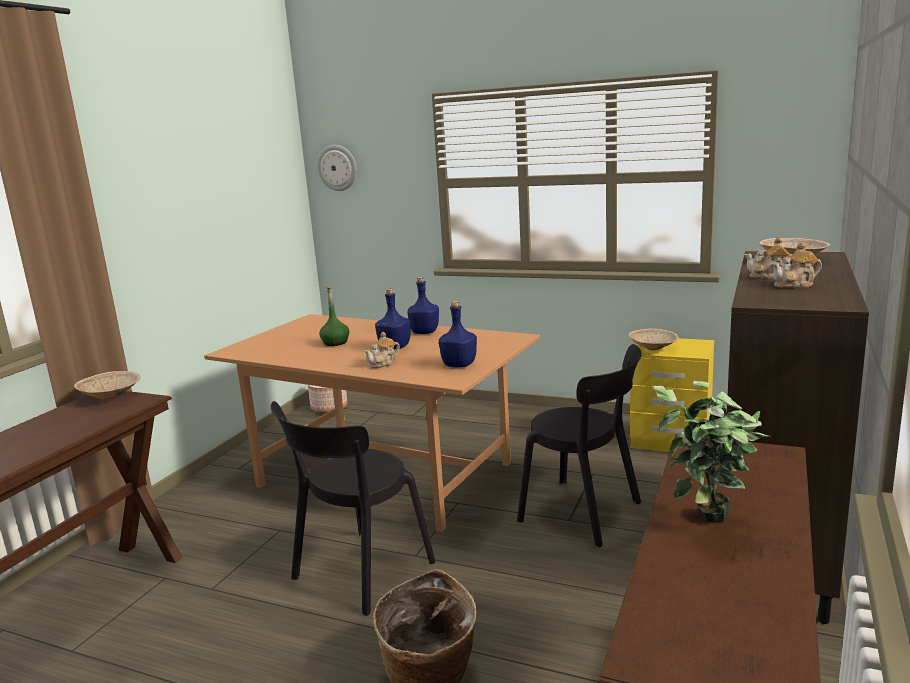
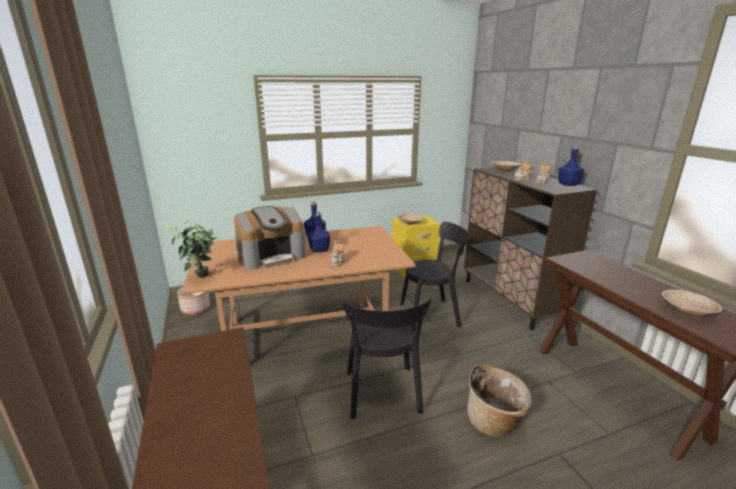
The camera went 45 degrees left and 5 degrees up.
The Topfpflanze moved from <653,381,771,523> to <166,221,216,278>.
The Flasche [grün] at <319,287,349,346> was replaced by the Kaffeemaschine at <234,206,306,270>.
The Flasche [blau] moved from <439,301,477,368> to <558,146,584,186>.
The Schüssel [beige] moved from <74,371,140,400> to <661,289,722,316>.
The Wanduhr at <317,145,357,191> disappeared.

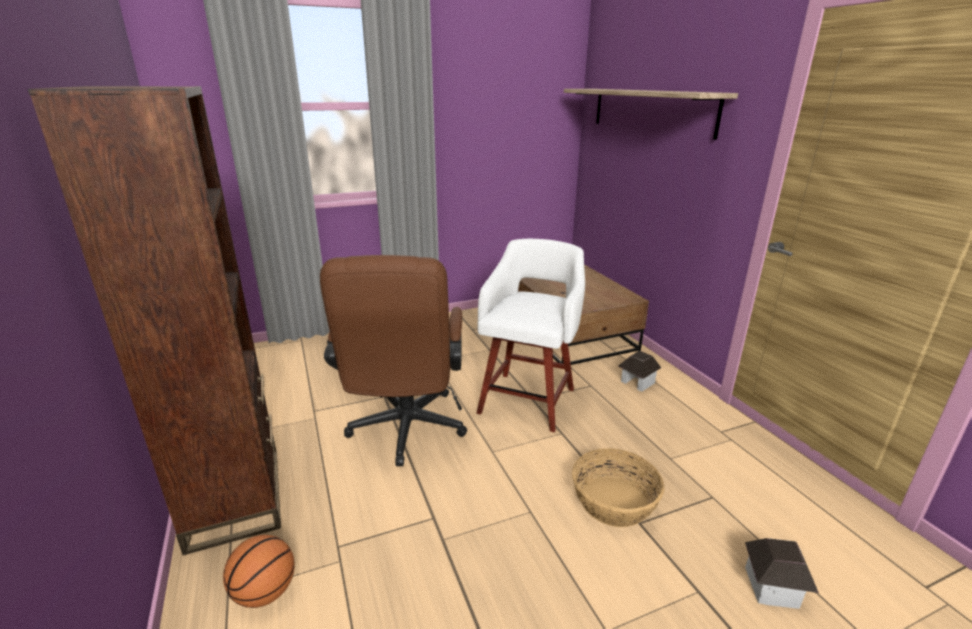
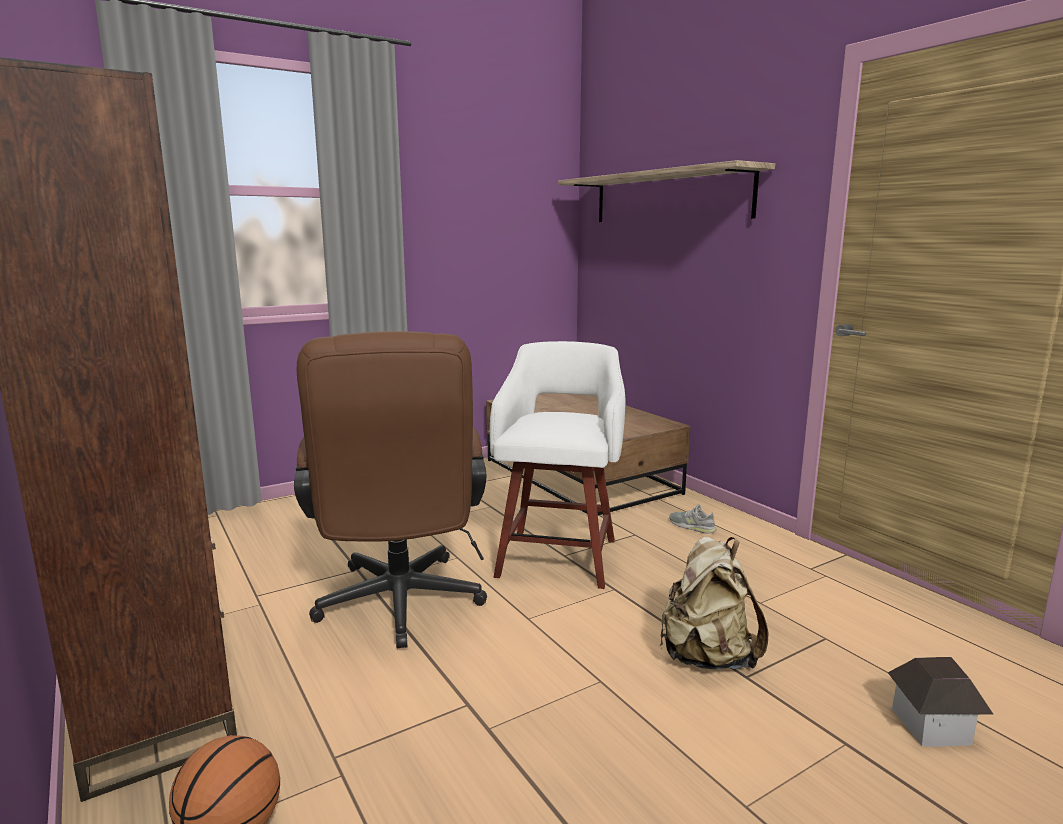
The camera went 10 degrees left and 10 degrees down.
The Korb at <572,448,664,527> was replaced by the Rucksack [beige] at <660,537,769,669>.
The Spielzeughaus at <618,351,661,392> was replaced by the Schuh [grau] at <669,504,717,534>.

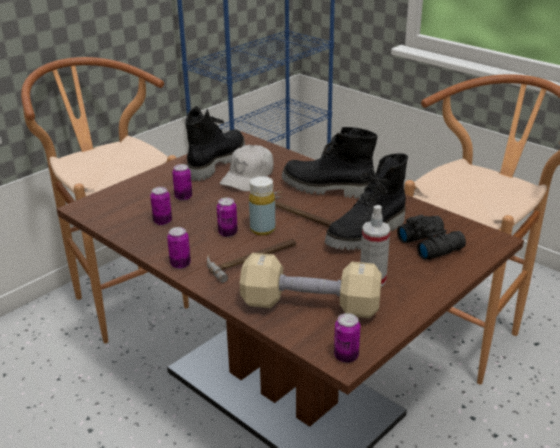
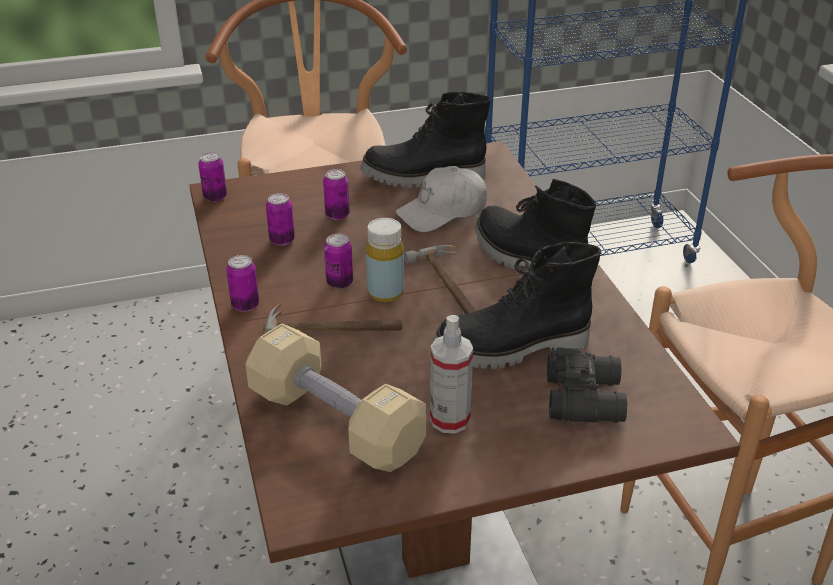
The camera went 30 degrees right and 5 degrees up.
The Dose moved from <334,313,361,363> to <198,152,227,202>.
The Stiefel [schwarz] at <185,106,245,181> turned 150 degrees counterclockwise.

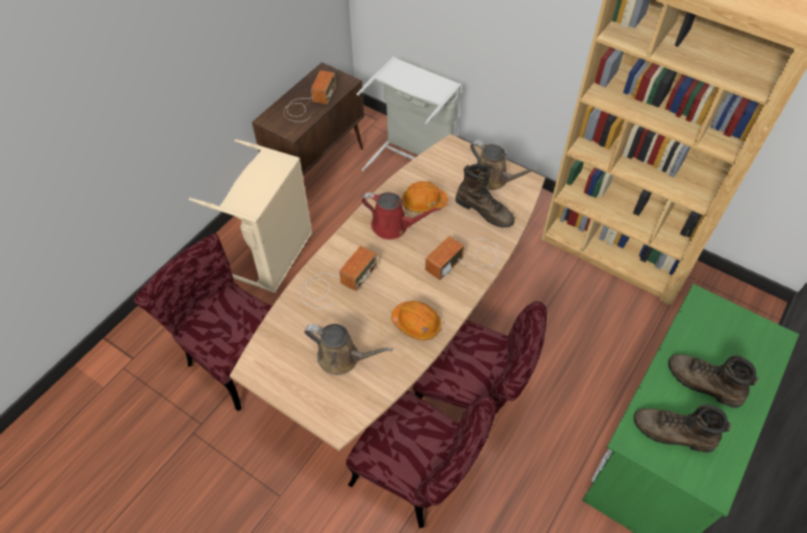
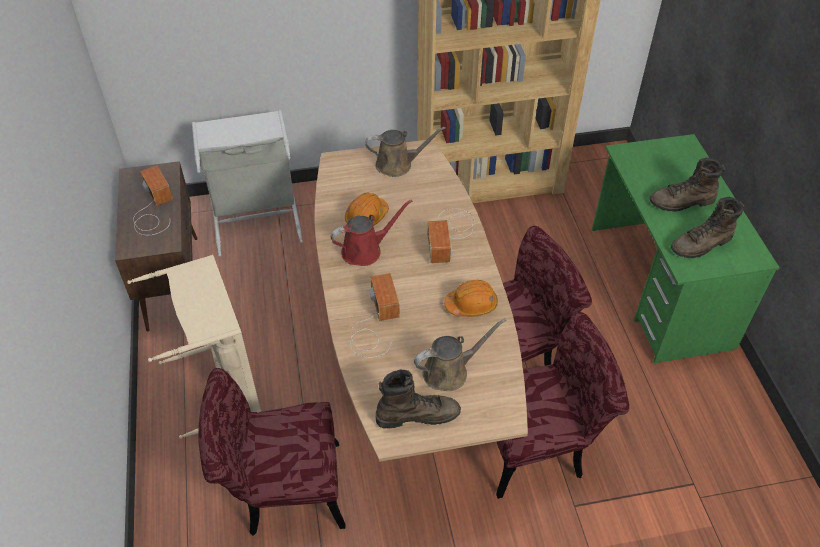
The camera went 45 degrees left and 5 degrees down.
The Stiefel [braun] moved from <455,164,515,228> to <376,370,461,429>.

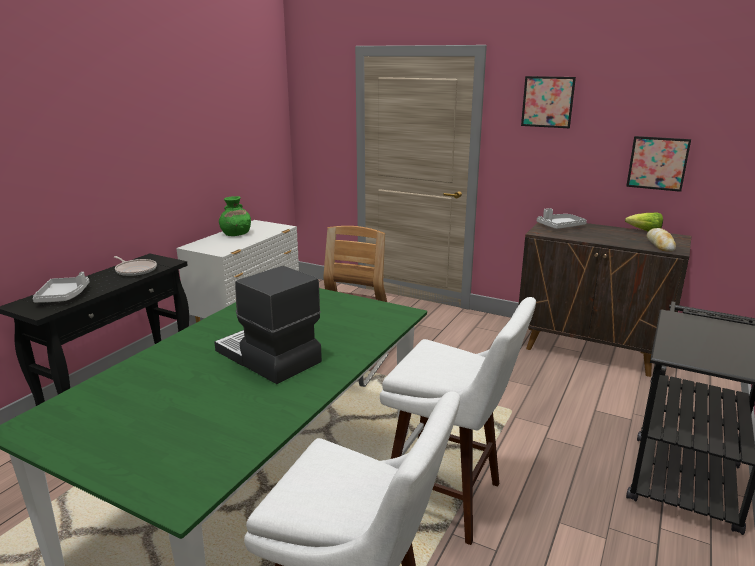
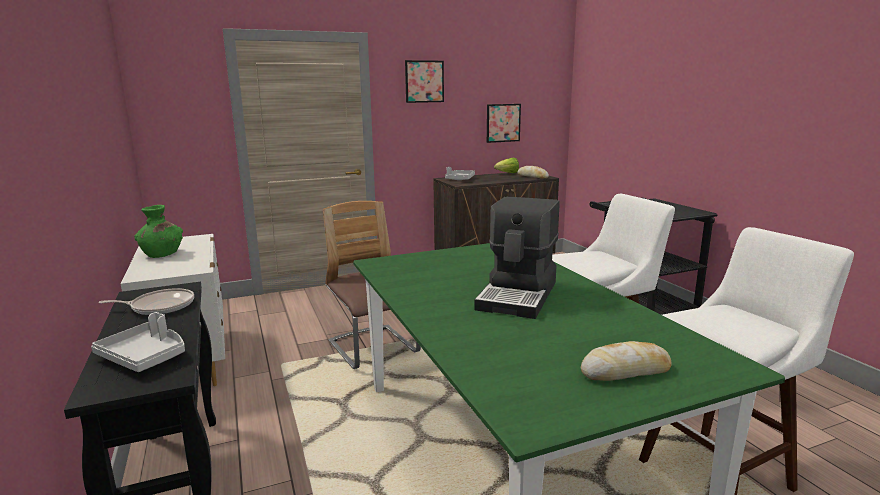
The camera went 50 degrees left and 5 degrees down.
The Kaffeemaschine at <214,266,322,384> turned 60 degrees counterclockwise.
The Brot at <581,341,671,381> appeared.

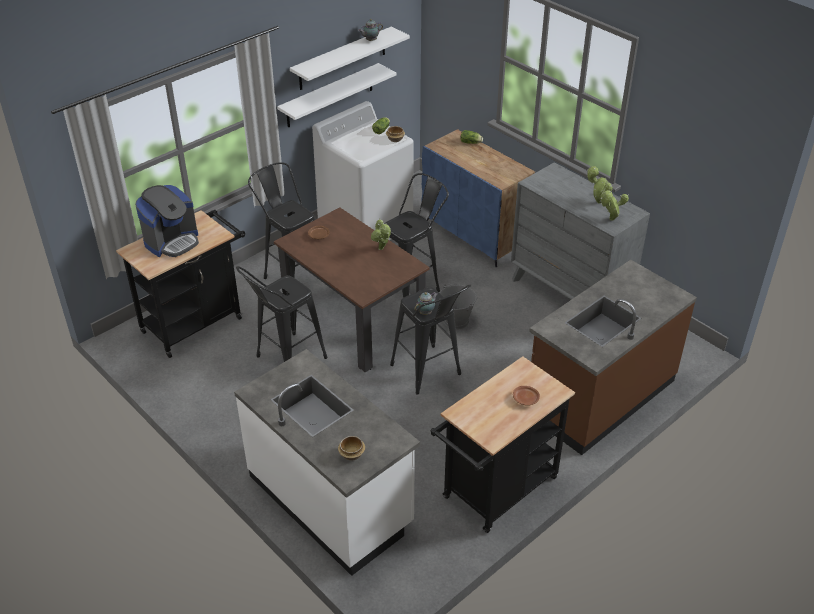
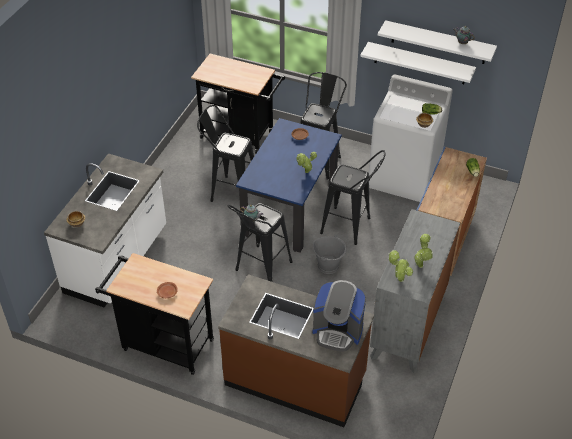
The camera went 65 degrees right and 5 degrees up.
The Esstisch [braun] at <274,207,430,372> became the Esstisch [blau] at <236,118,342,253>.
The Kaffeemaschine moved from <135,185,199,257> to <313,280,366,352>.

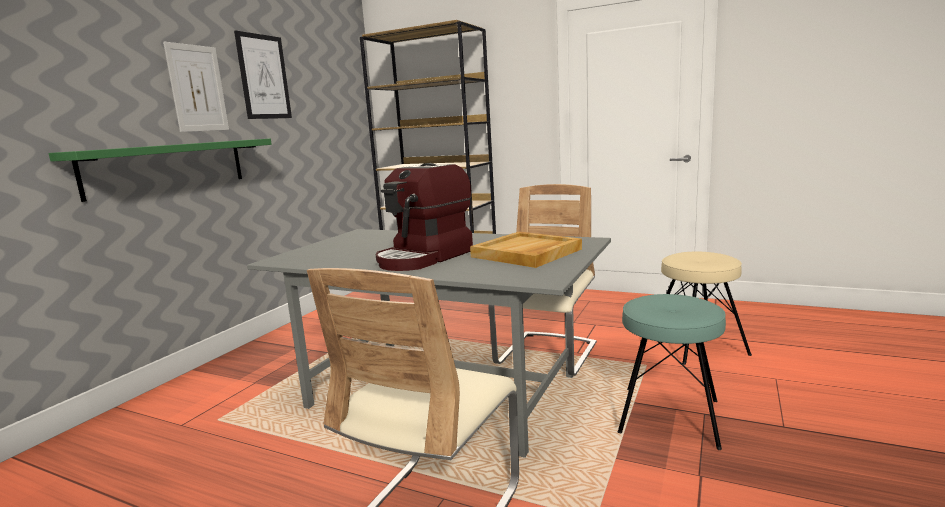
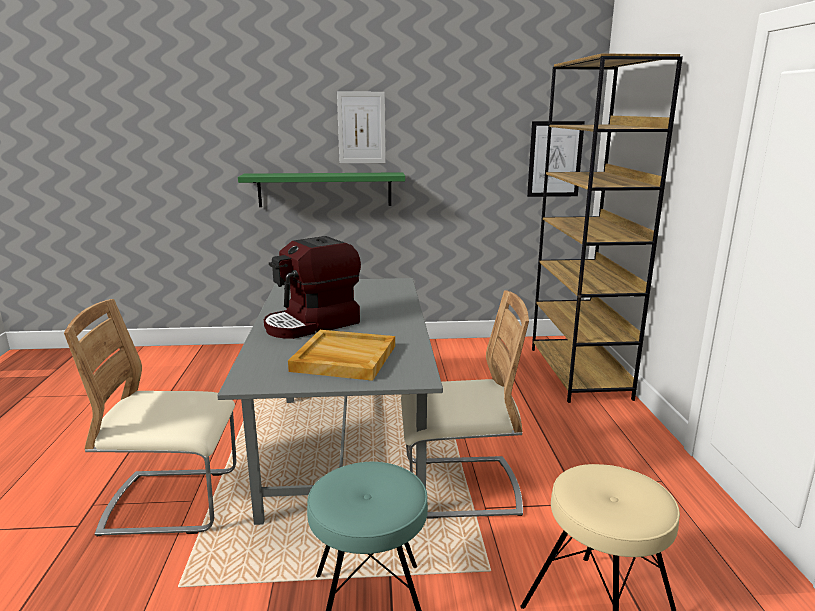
The camera went 60 degrees right and 5 degrees up.
The Kaffeemaschine at <376,163,473,271> turned 45 degrees counterclockwise.
The Bild moved from <234,31,292,119> to <527,121,585,197>.

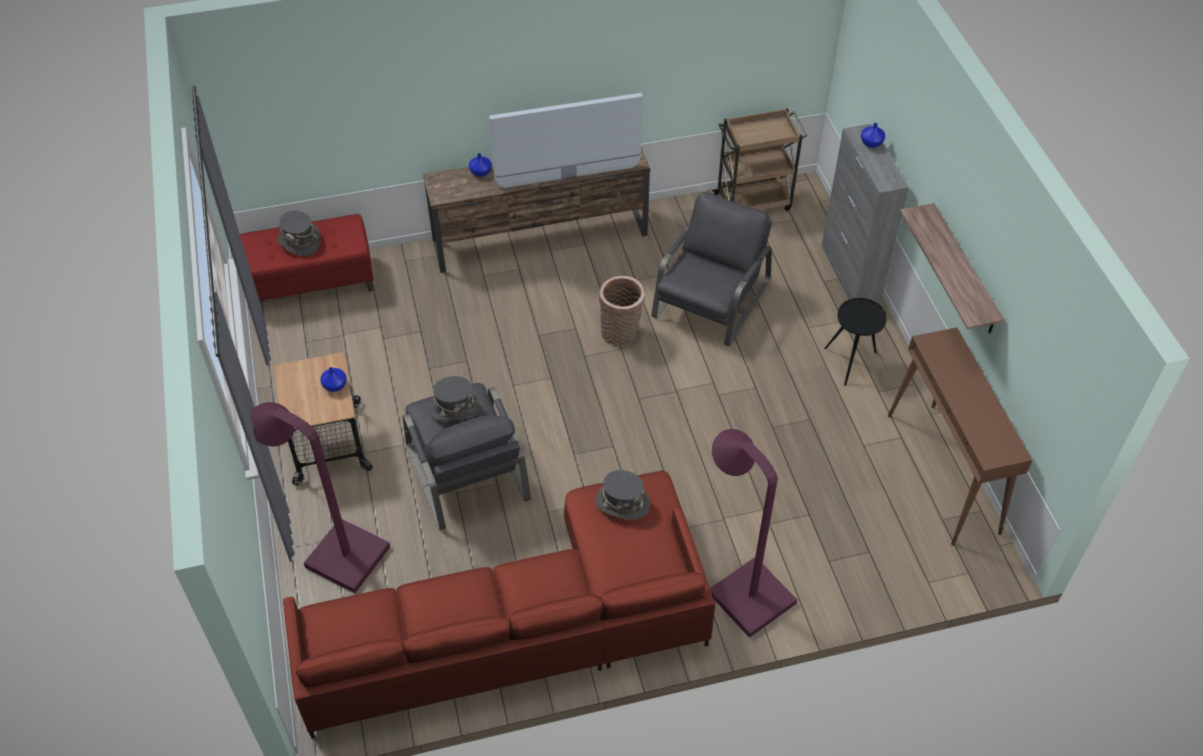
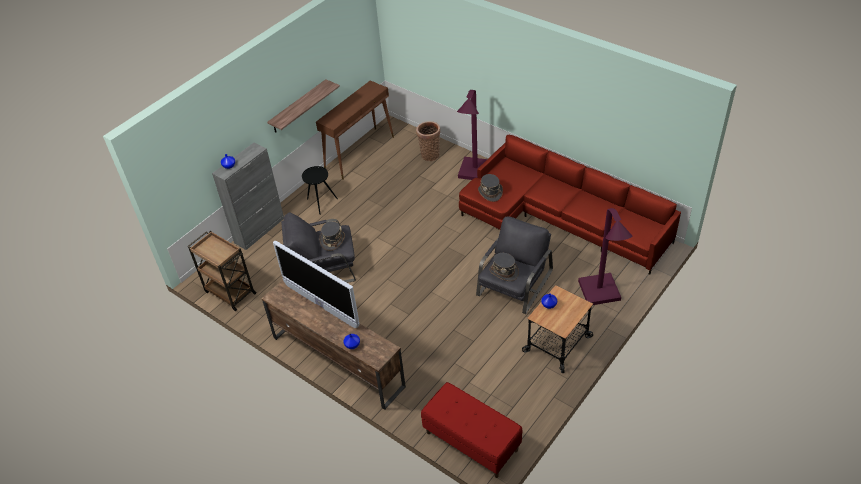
The camera went 125 degrees left and 5 degrees down.
The Hut [grau] moved from <277,210,321,256> to <319,221,345,251>.
The Korb moved from <599,276,645,346> to <416,121,440,161>.

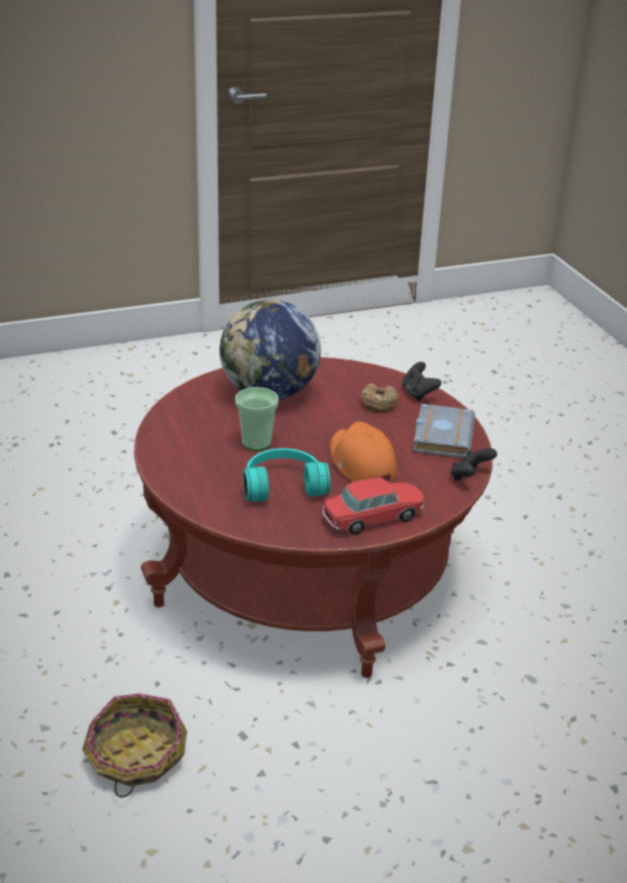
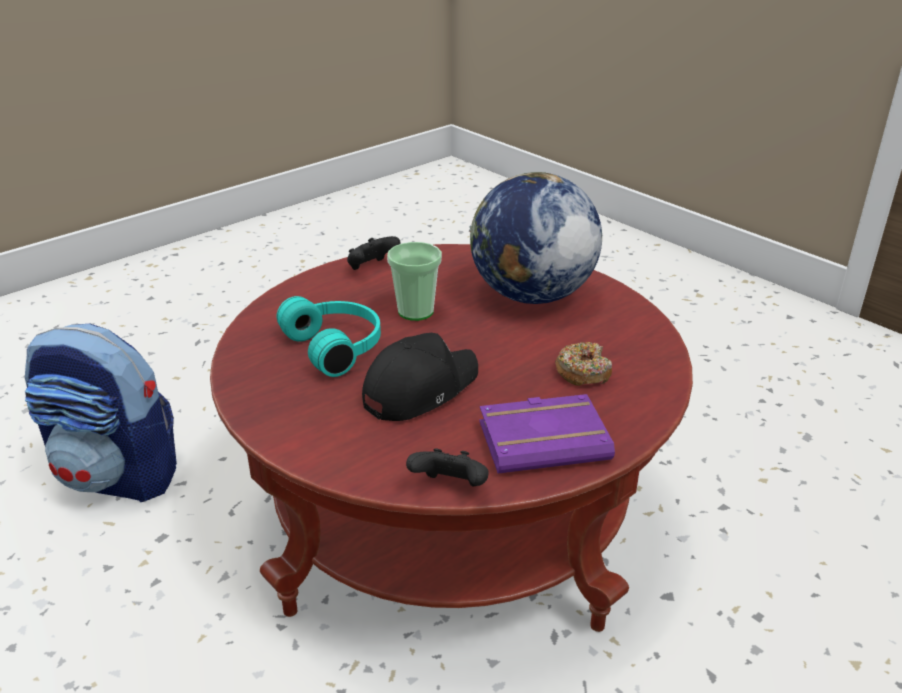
The camera went 70 degrees right and 0 degrees up.
The Korb at <82,694,187,797> was replaced by the Rucksack at <25,324,177,502>.
The Gamepad [schwarz] moved from <402,362,441,401> to <347,236,401,270>.
The Kappe [orange] at <330,422,397,484> became the Kappe [schwarz] at <362,333,478,421>.
The Buch [grau] at <413,404,475,458> became the Buch [lila] at <480,394,615,474>.
The Spielzeugauto at <322,477,424,535> disappeared.

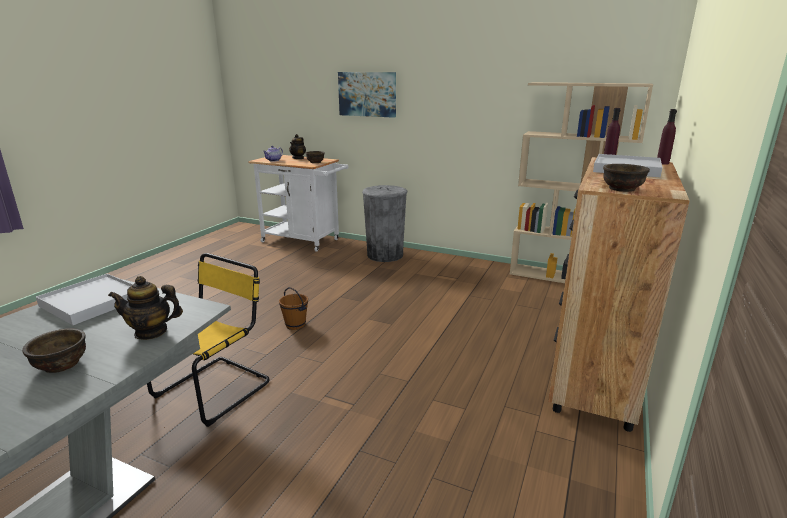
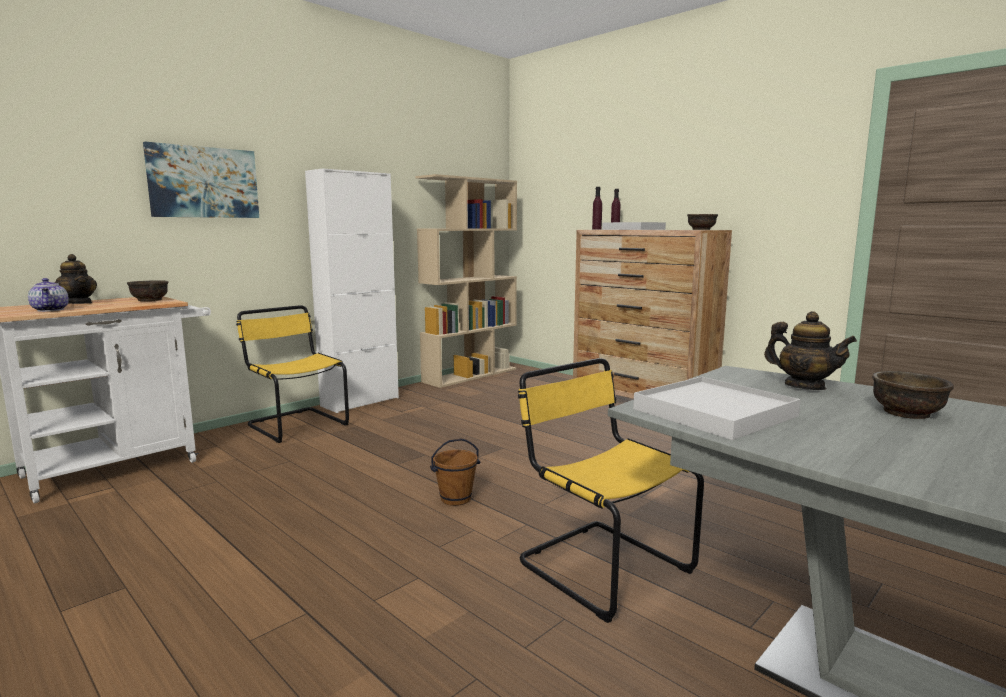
The camera went 70 degrees left and 10 degrees down.
The Mülleimer [grau] at <362,185,407,262> was replaced by the Stuhl [gelb] at <236,305,349,443>.
The Schrank [weiß] at <305,168,399,413> appeared.
The Teekanne at <108,276,183,340> turned 60 degrees counterclockwise.

